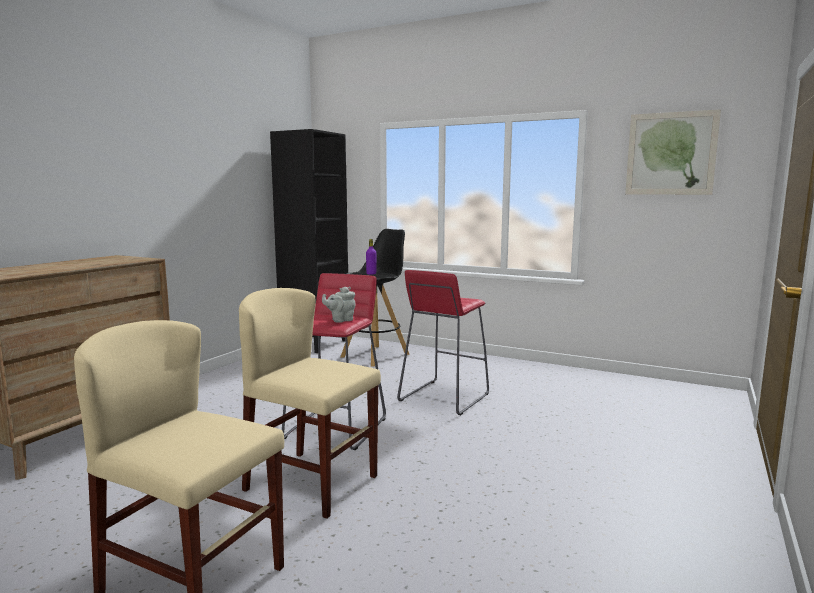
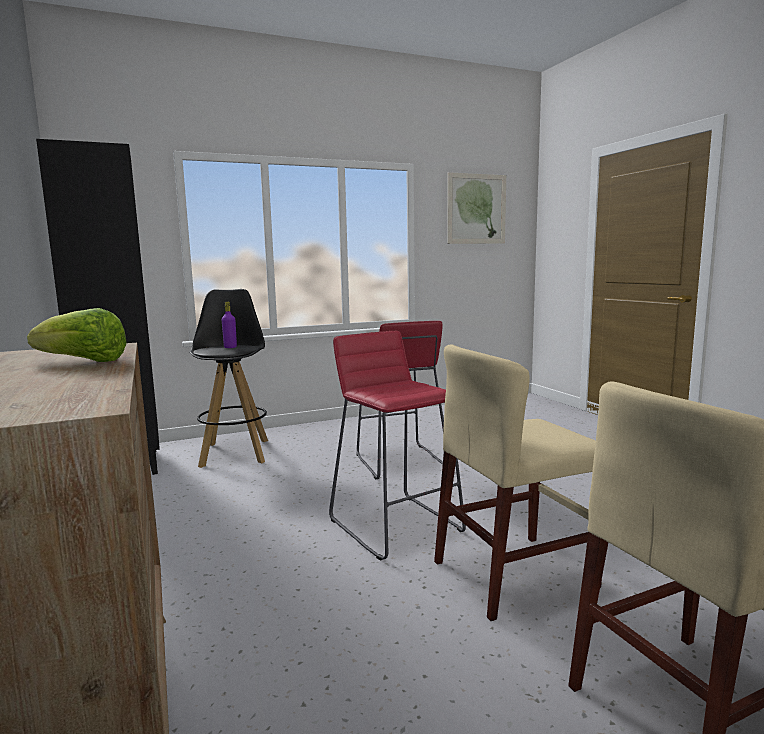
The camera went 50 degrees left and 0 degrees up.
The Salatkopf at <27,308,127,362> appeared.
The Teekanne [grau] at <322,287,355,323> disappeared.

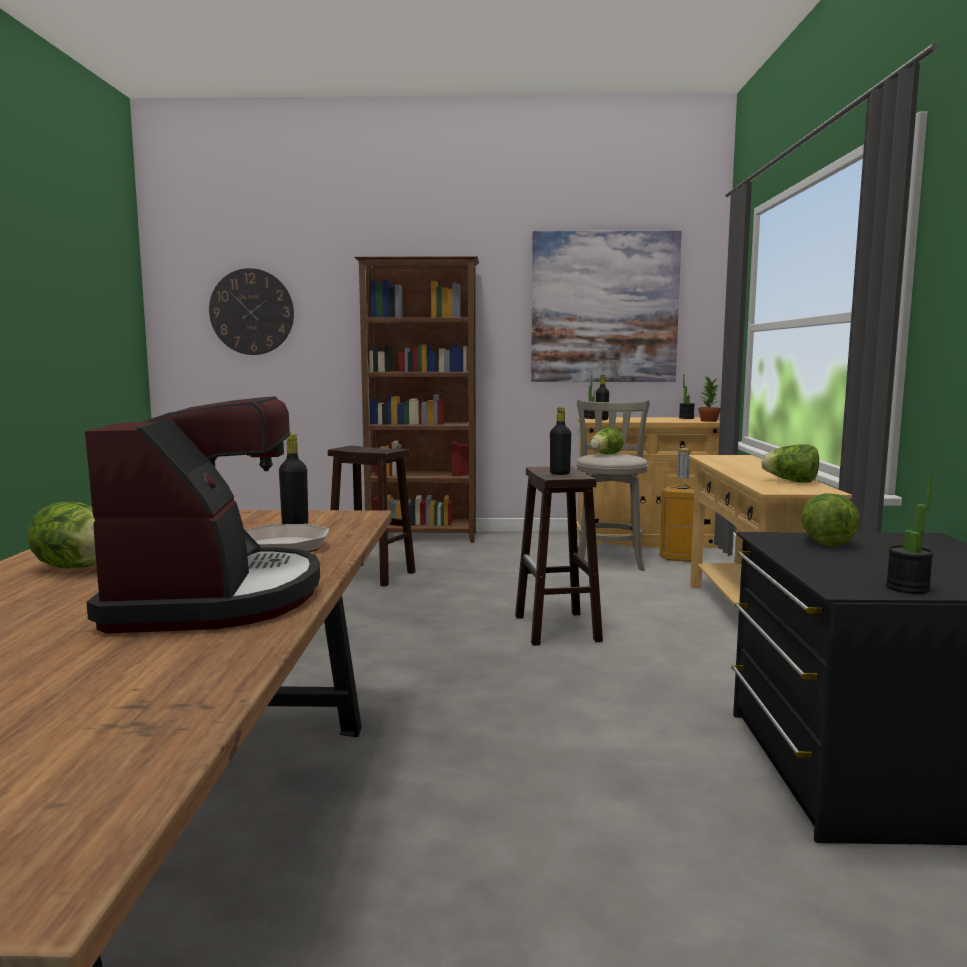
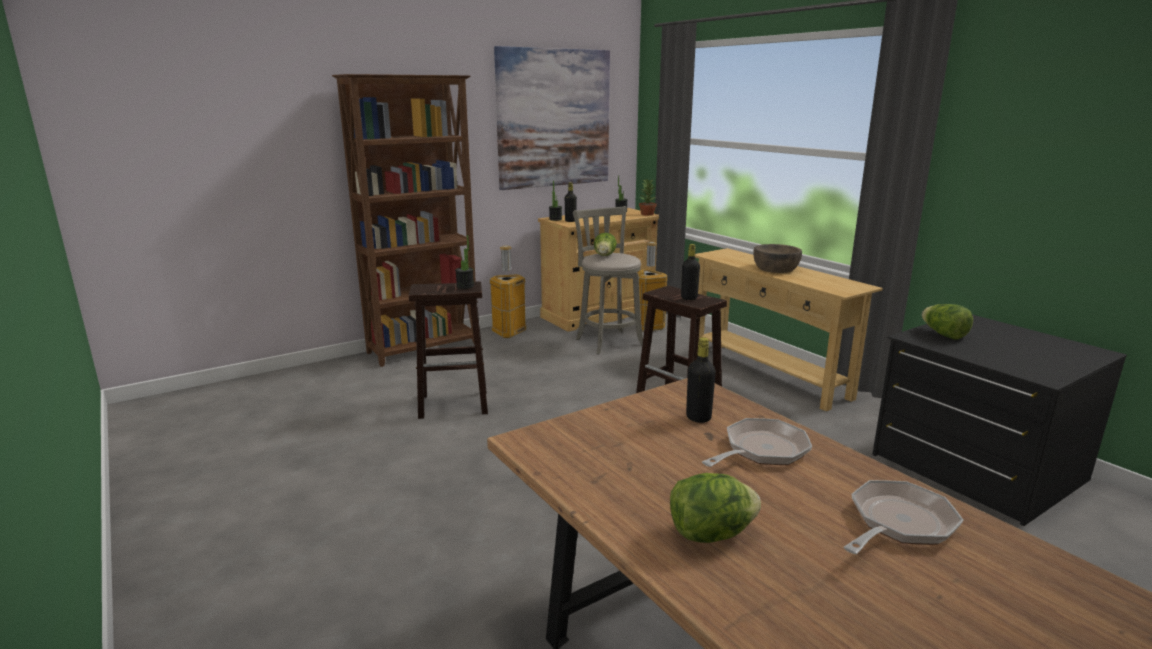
The camera went 35 degrees left and 10 degrees up.
The Topfpflanze moved from <886,475,934,594> to <455,235,474,289>.
The Mülleimer at <490,246,527,338> appeared.
The Schüssel [braun] at <753,244,802,273> appeared.
The Kaffeemaschine at <85,396,320,634> was replaced by the Pfanne at <843,480,963,554>.
The Wanduhr at <209,268,294,355> disappeared.
The Salatkopf at <761,444,819,482> disappeared.

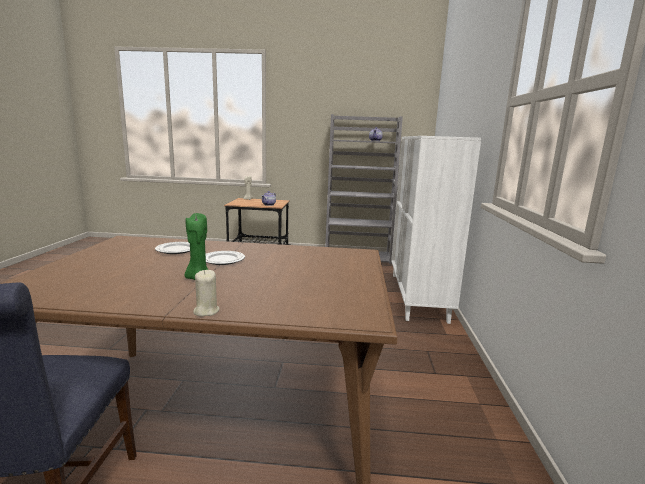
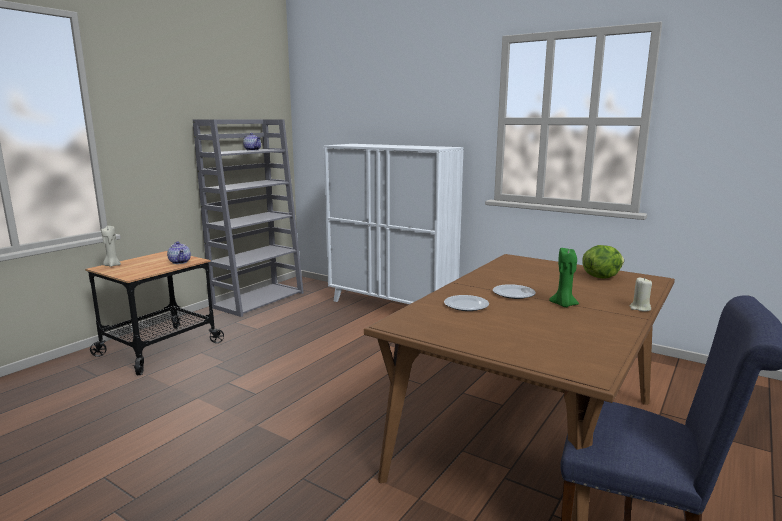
The camera went 60 degrees left and 0 degrees up.
The Salatkopf at <582,245,624,279> appeared.

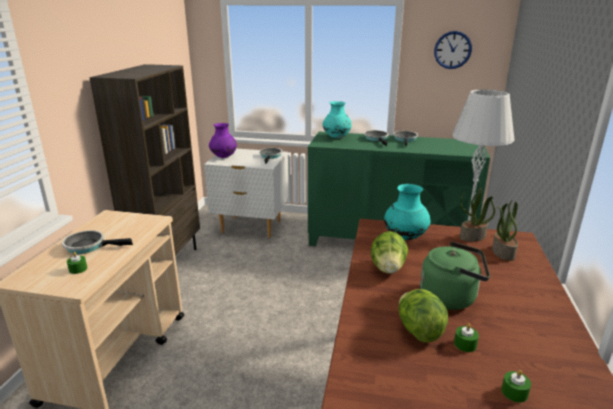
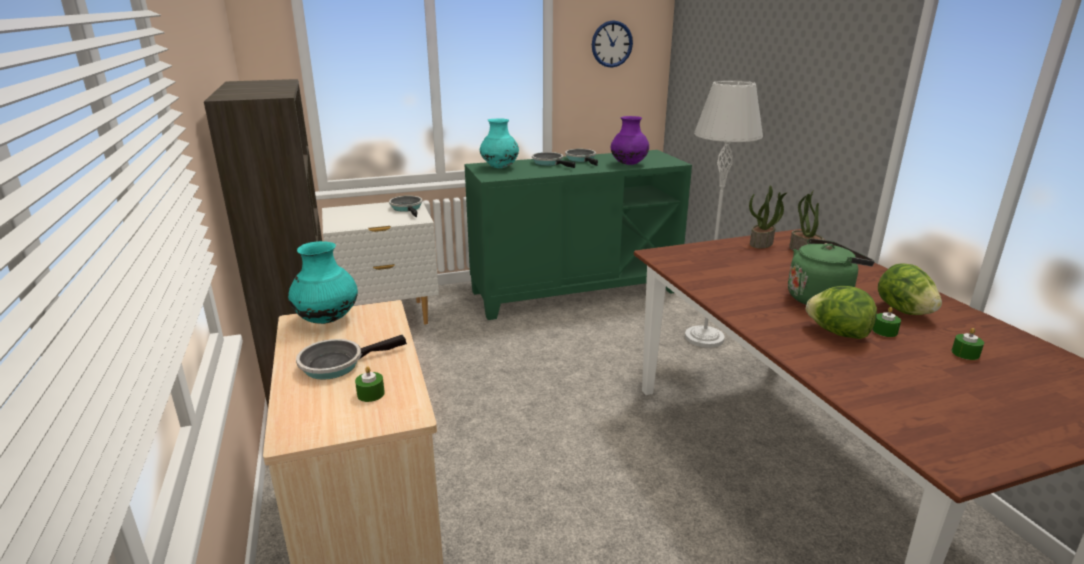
The camera went 30 degrees left and 0 degrees up.
The Vase [türkis] moved from <384,184,430,240> to <288,241,358,324>.
The Vase [lila] moved from <209,123,237,158> to <611,116,649,165>.
The Salatkopf moved from <371,231,408,274> to <878,263,942,315>.

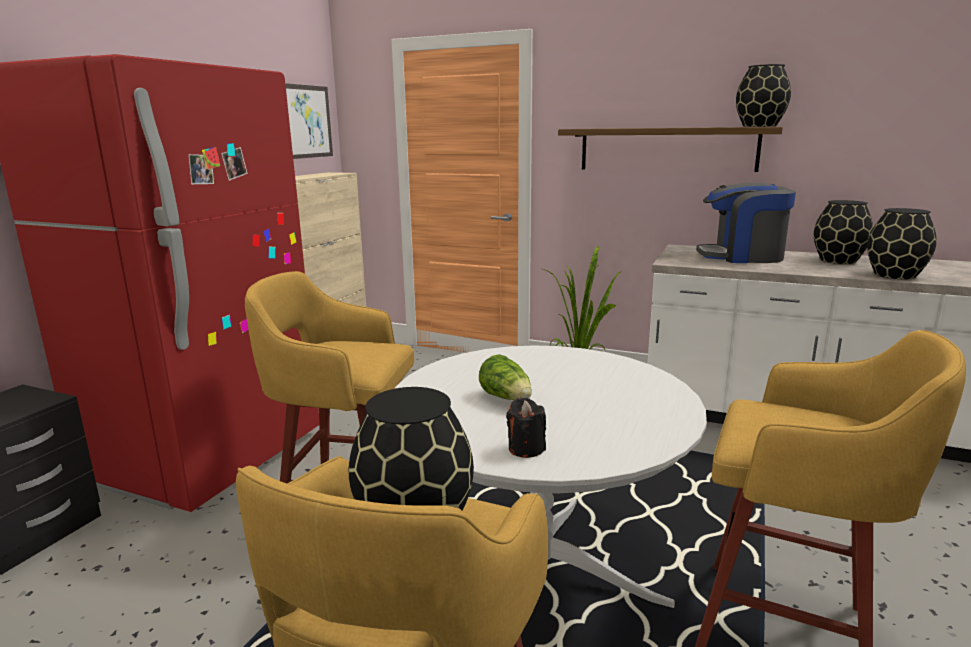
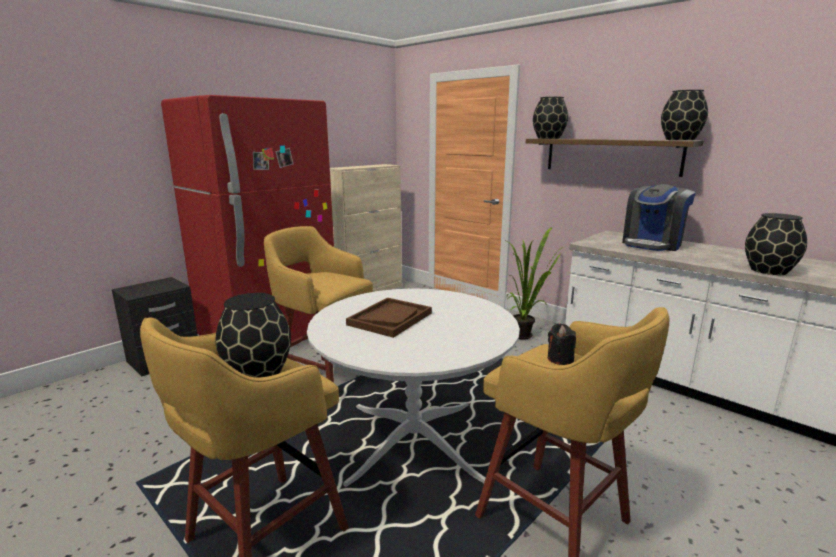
The camera went 20 degrees right and 0 degrees up.
The Salatkopf at <479,354,532,400> was replaced by the Tablett [braun] at <346,298,432,338>.
The Vase [schwarz] moved from <814,200,873,264> to <533,97,568,139>.
The Kerze [schwarz] moved from <506,398,546,458> to <548,324,576,365>.
The Kaffeemaschine at <696,182,796,263> turned 75 degrees counterclockwise.
The Bild at <285,83,333,159> disappeared.

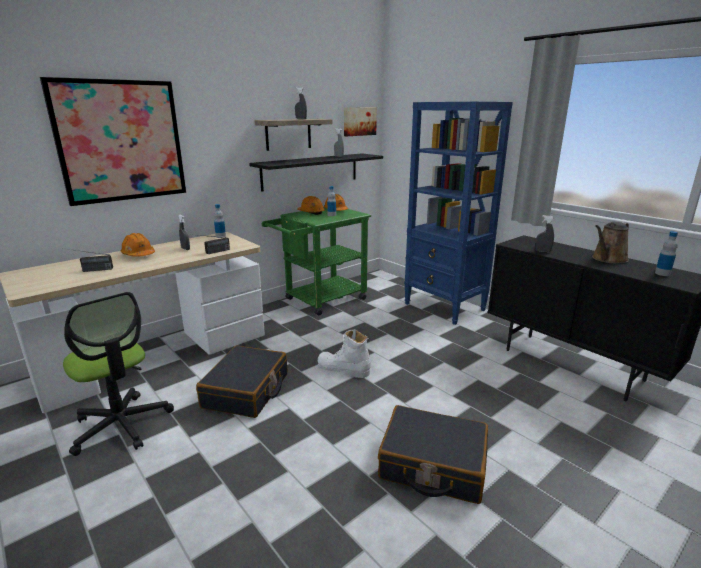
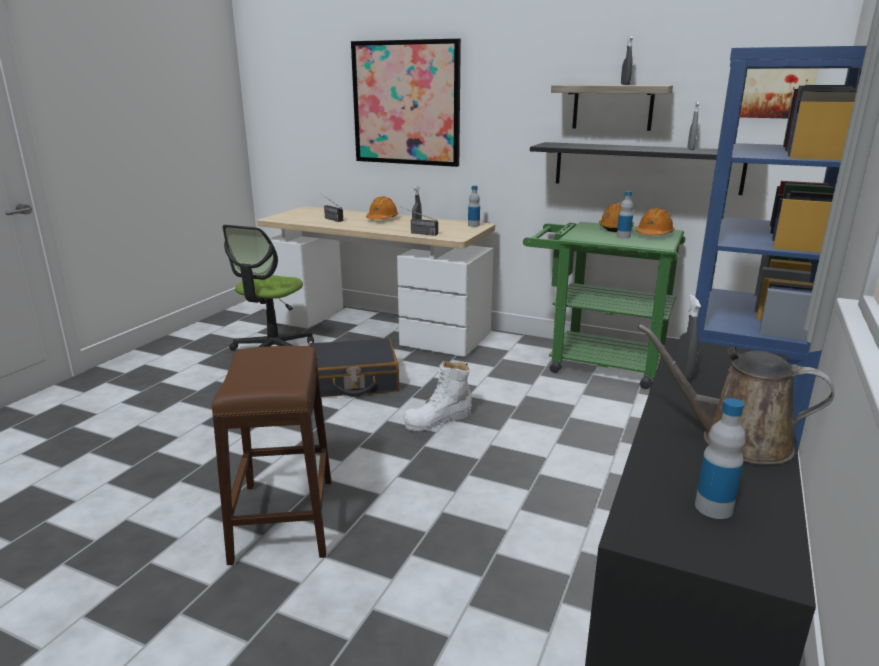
The camera went 65 degrees right and 0 degrees up.
The Koffer [schwarz] at <378,405,488,504> was replaced by the Hocker [braun] at <212,346,331,565>.
The Stiefel [weiß] at <318,329,371,378> turned 120 degrees counterclockwise.

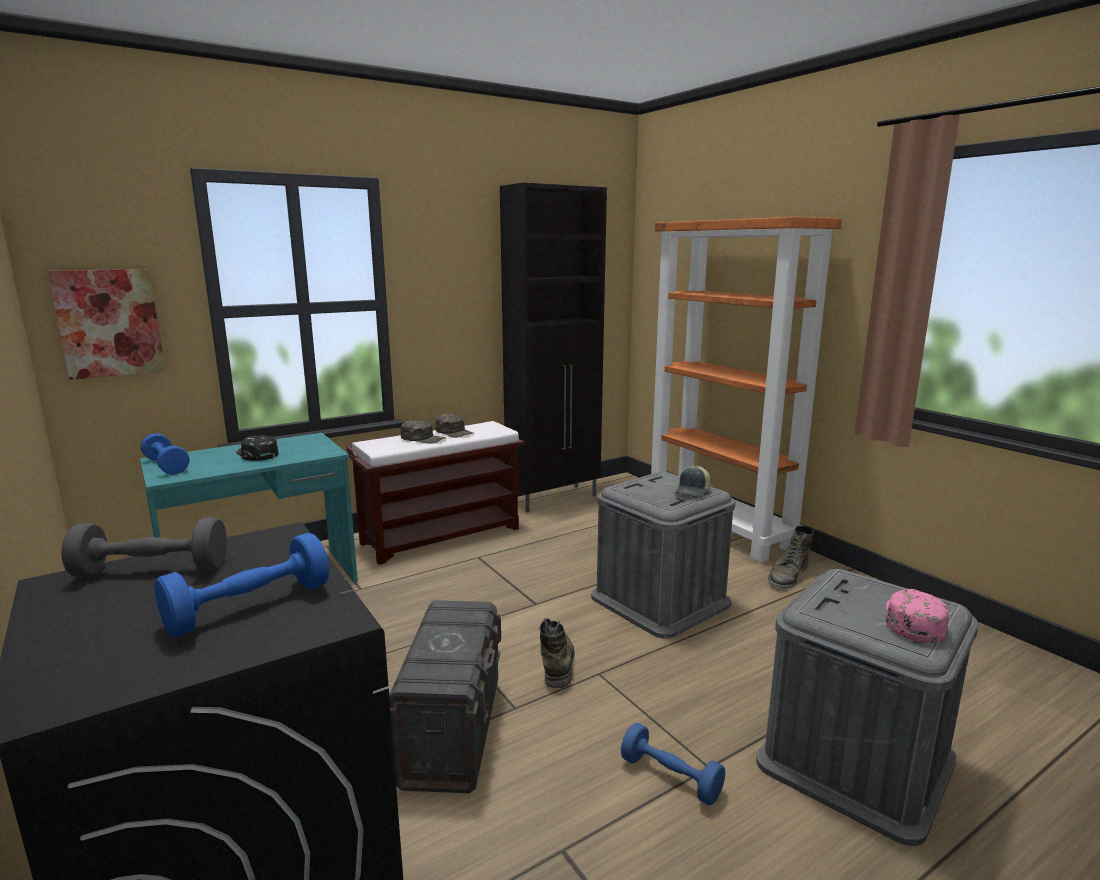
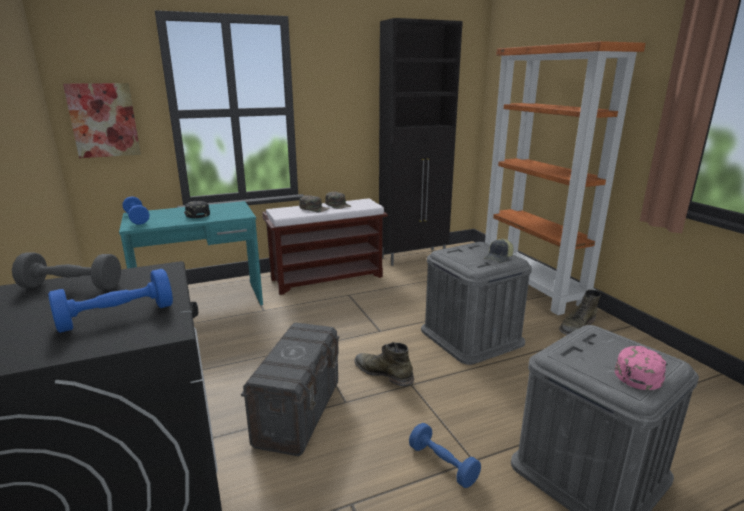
The camera went 10 degrees right and 5 degrees up.
The Stiefel [grün] at <540,618,575,688> turned 60 degrees counterclockwise.

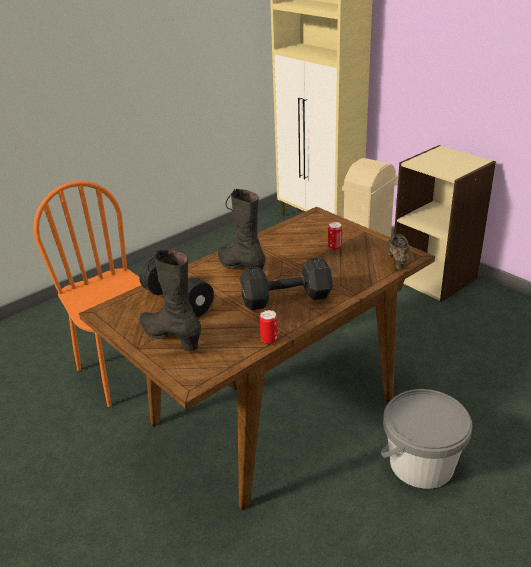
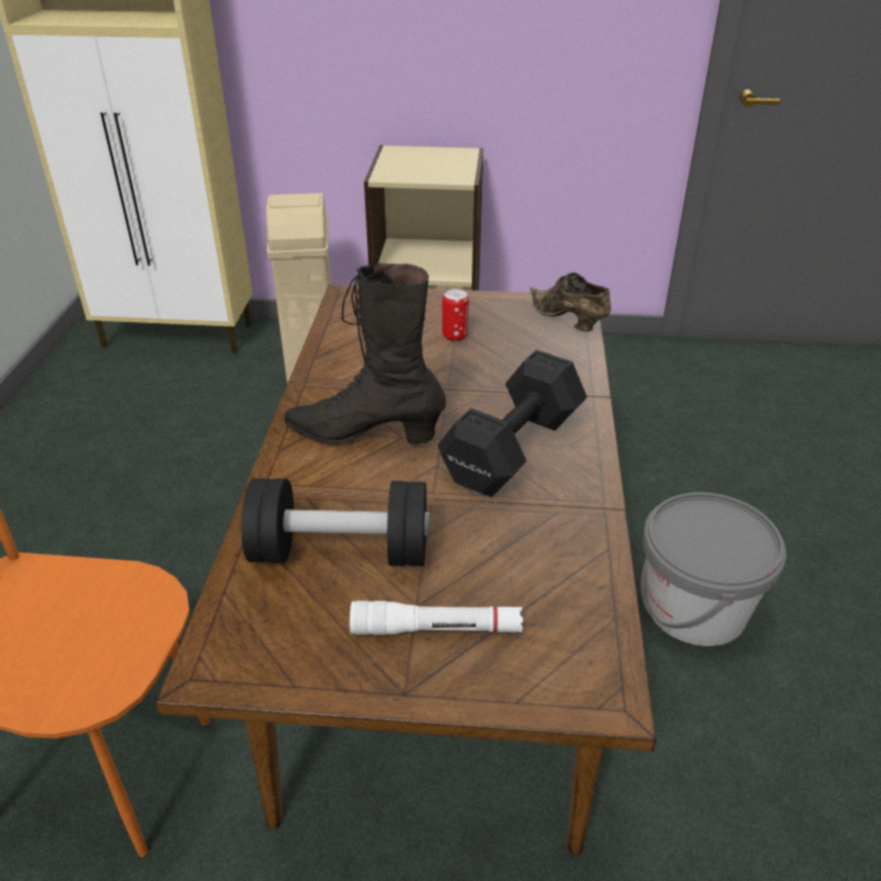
The camera went 45 degrees left and 5 degrees up.
The Stiefel [schwarz] at <140,250,201,352> was replaced by the Taschenlampe [weiß] at <350,601,523,635>.
The Dose at <260,310,278,344> disappeared.

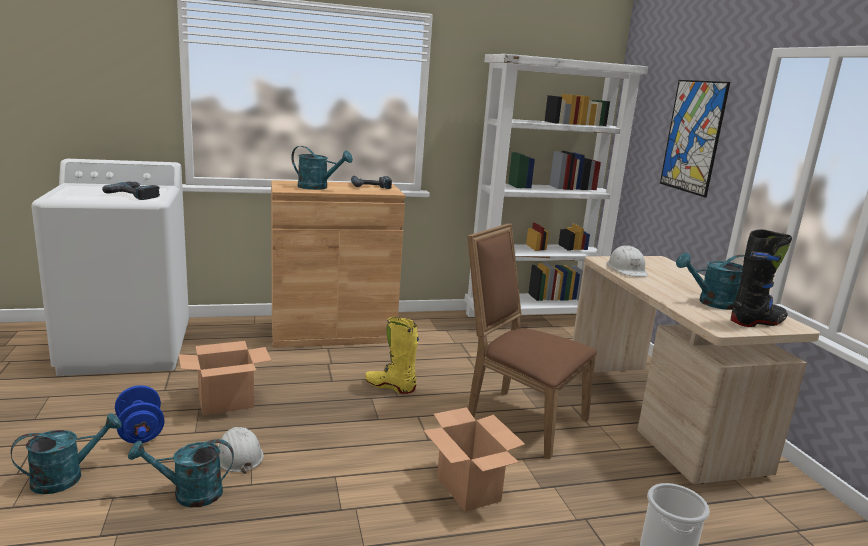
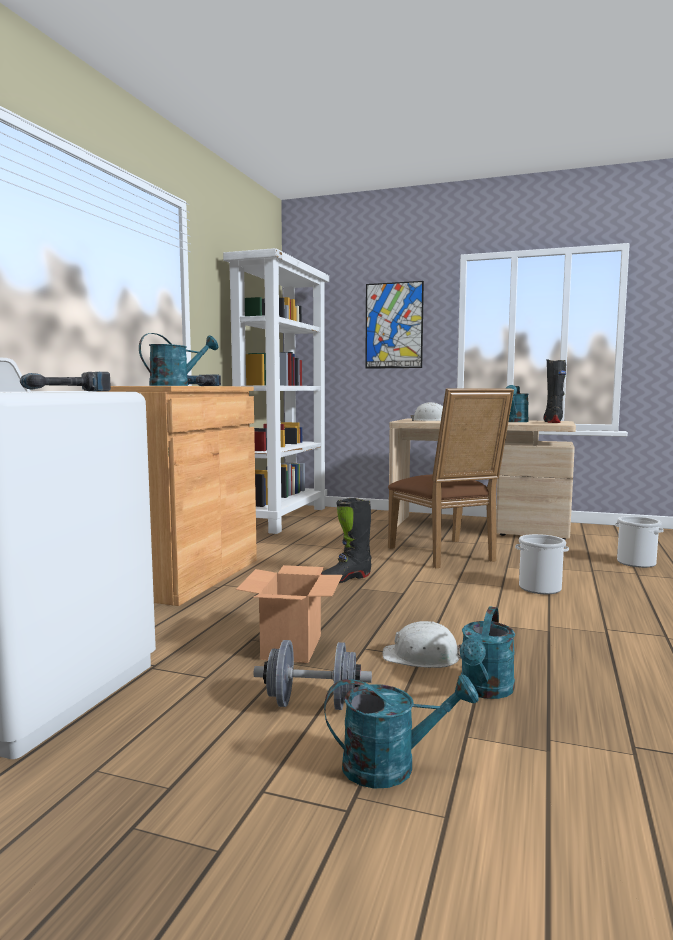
The camera went 55 degrees left and 10 degrees down.
The Hantel [blau] at <115,385,164,444> became the Hantel [grau] at <253,640,372,710>.
The Stiefel [gelb] at <365,317,419,394> became the Stiefel [schwarz] at <320,498,372,583>.
The Gießkanne [türkis] at <11,413,122,494> turned 90 degrees clockwise.
The Stuhl [braun] at <467,223,597,460> turned 90 degrees counterclockwise.
The Karton at <423,407,525,512> was replaced by the Eimer at <515,534,569,594>.

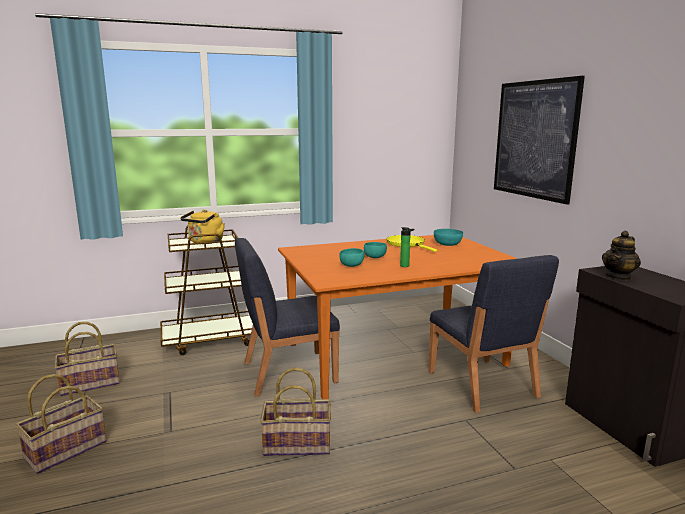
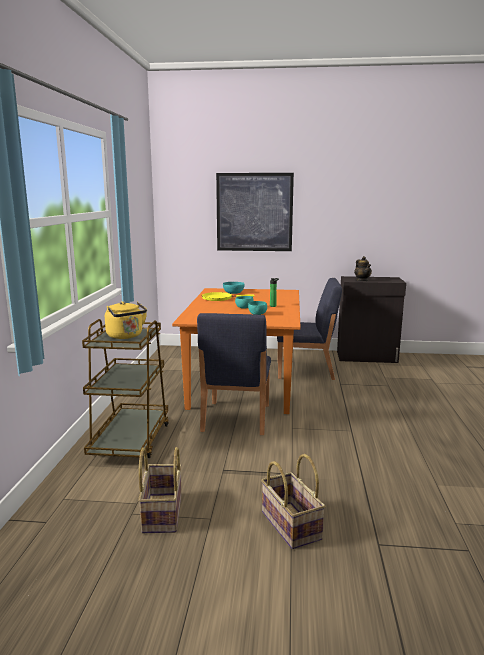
The camera went 65 degrees left and 0 degrees up.
The Korb at <260,368,331,456> disappeared.

